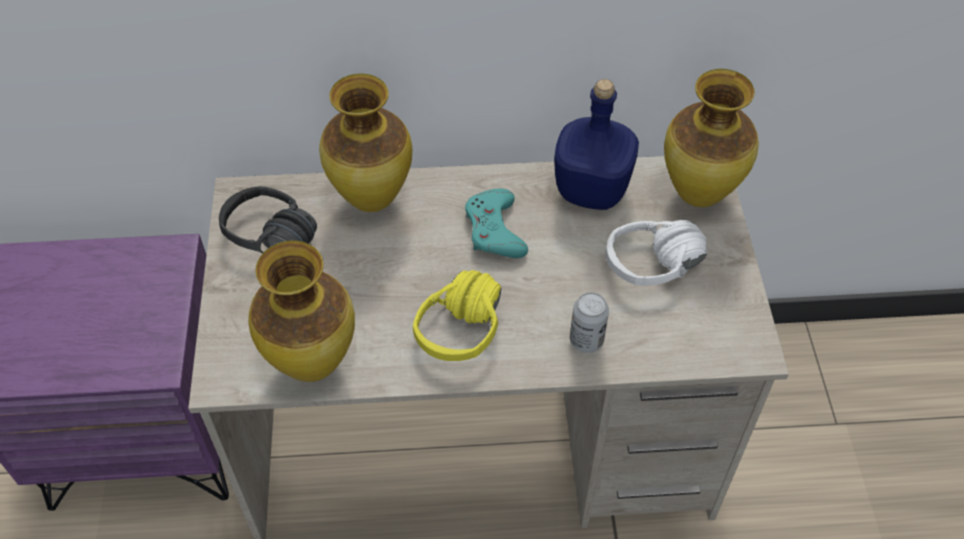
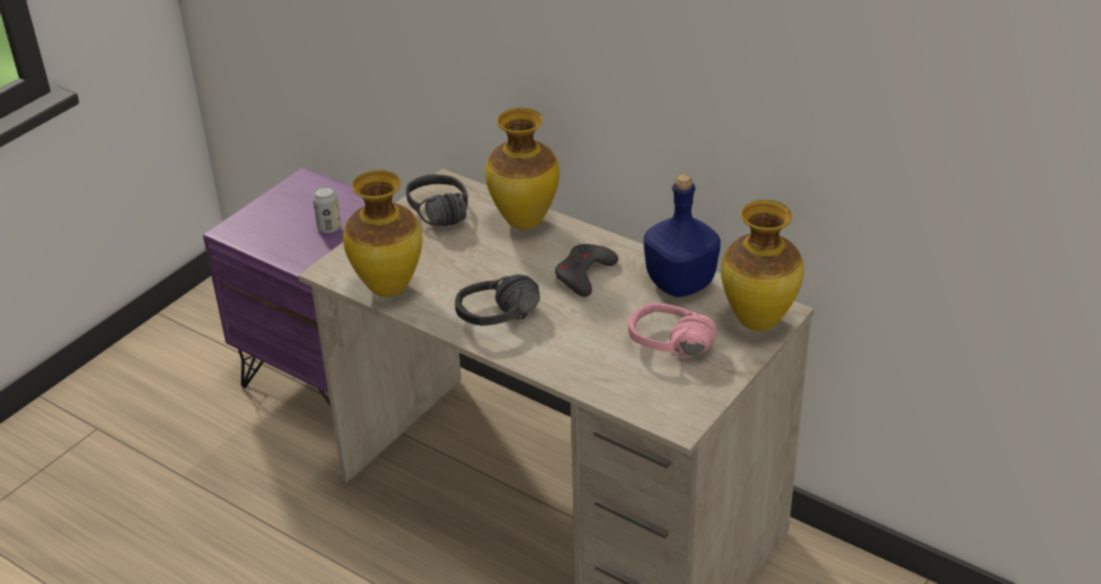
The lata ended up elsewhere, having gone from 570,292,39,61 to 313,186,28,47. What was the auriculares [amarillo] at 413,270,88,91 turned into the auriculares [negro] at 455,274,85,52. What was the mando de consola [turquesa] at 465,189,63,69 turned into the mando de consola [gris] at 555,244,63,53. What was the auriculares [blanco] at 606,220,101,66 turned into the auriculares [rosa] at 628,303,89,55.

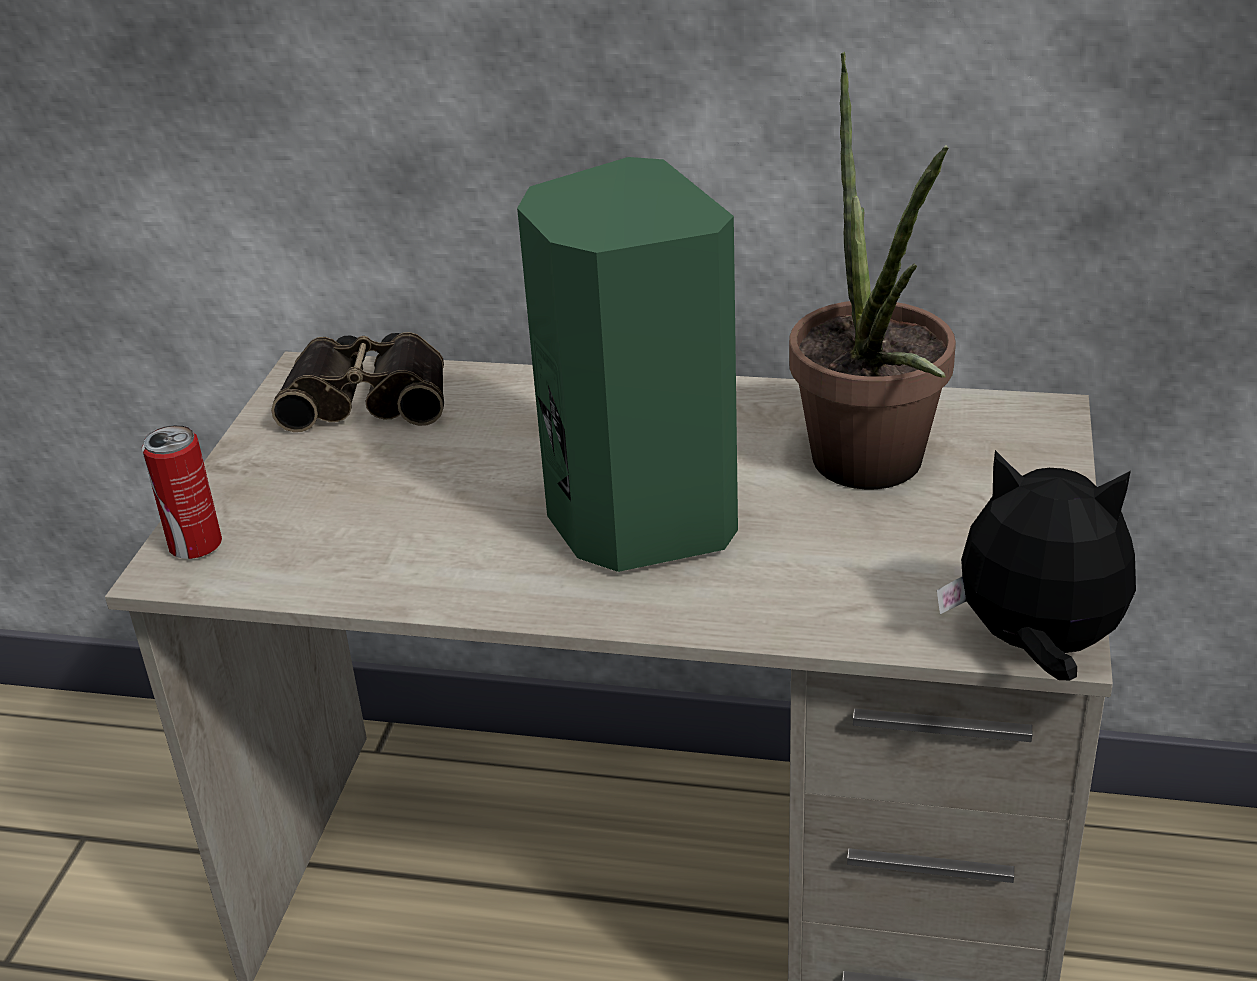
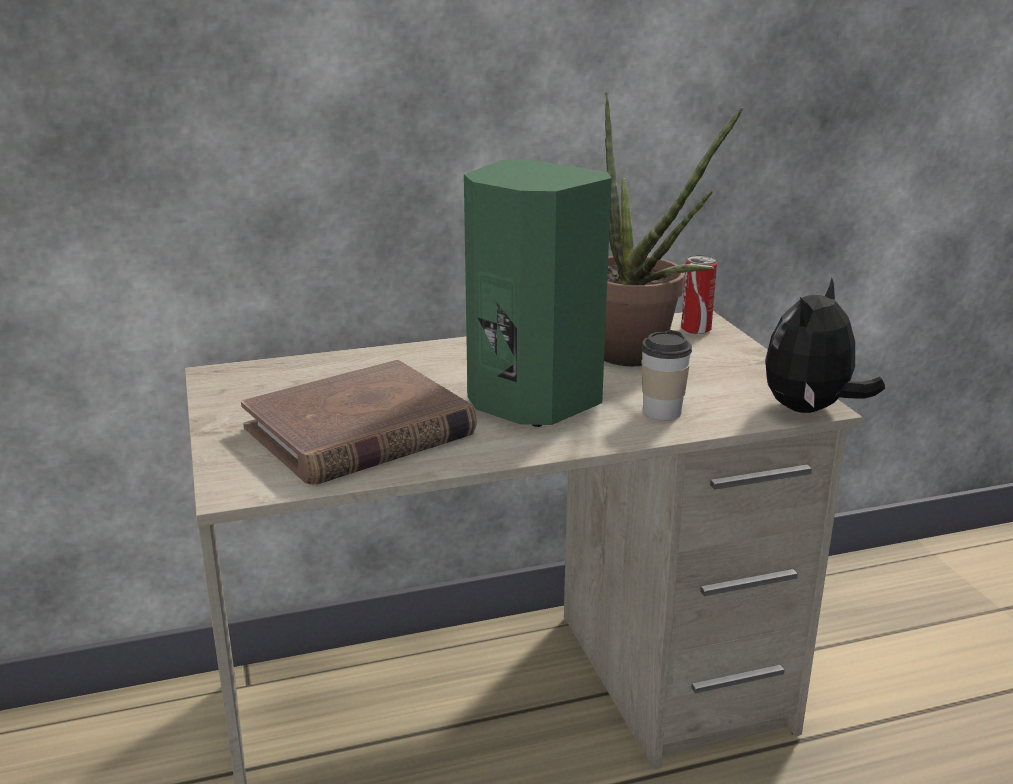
The second view gained the libro [marrón] at 241,360,235,125. The second view gained the taza at 641,330,51,90. The lata ended up elsewhere, having gone from 142,425,80,134 to 681,255,36,79. The peluche at 937,450,199,230 ended up facing another way, 45 degrees counterclockwise from before. The second view lost the prismáticos at 271,332,173,100.

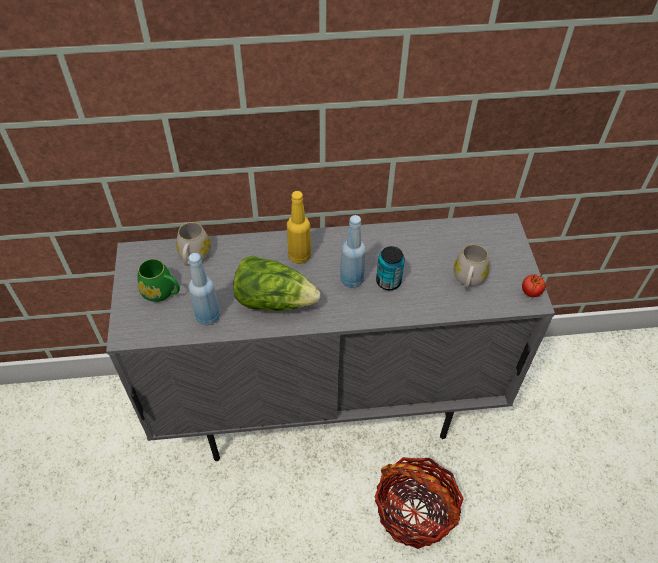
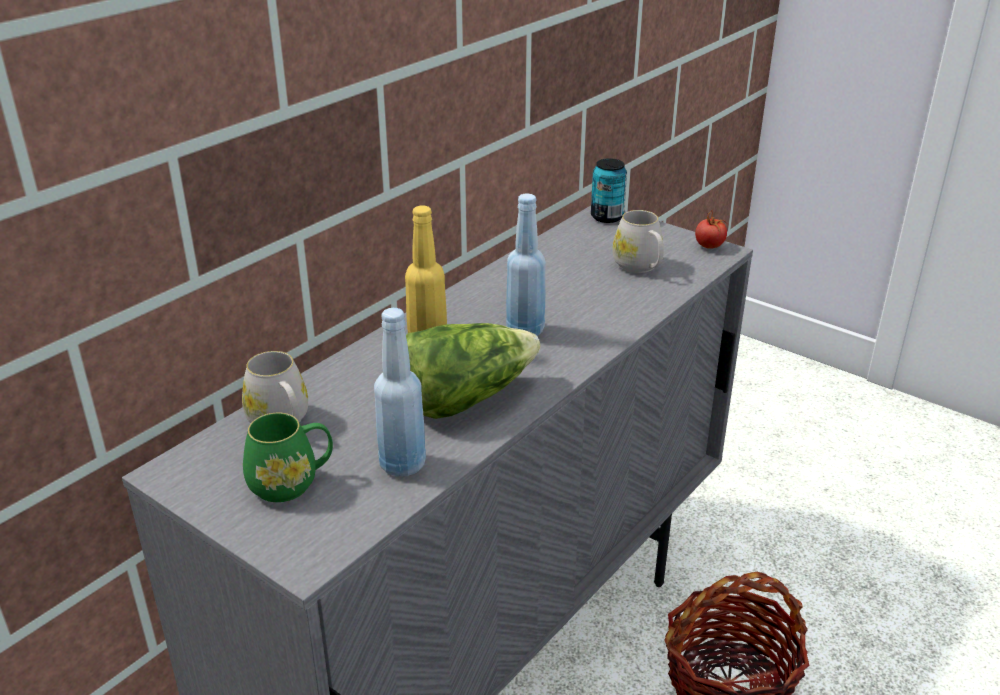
The lata ended up elsewhere, having gone from 376,246,29,44 to 591,158,36,65.

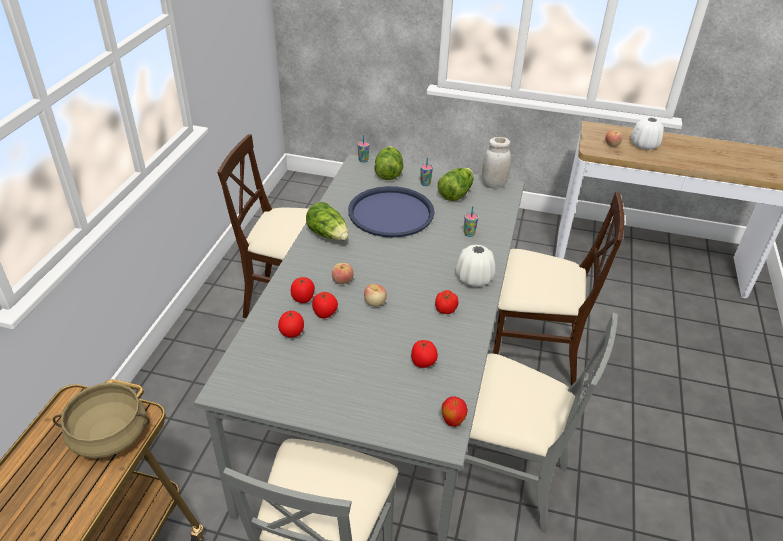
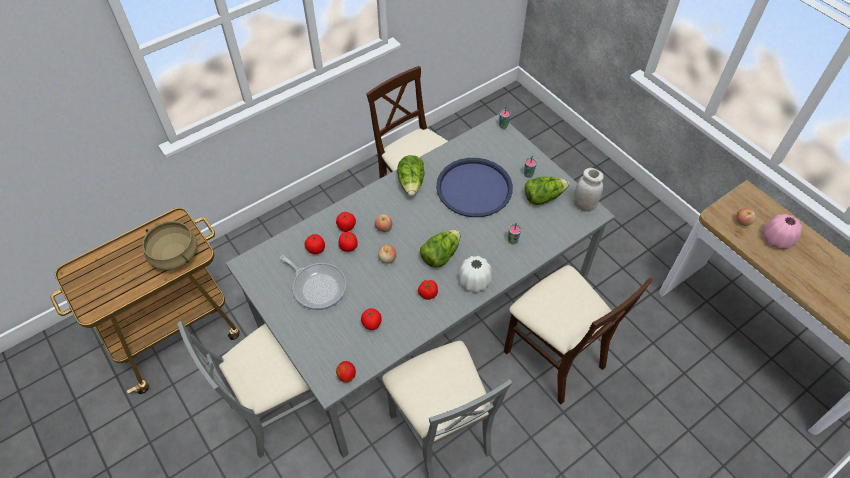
The second view gained the sartén at 280,255,66,55. The lechuga ended up elsewhere, having gone from 375,146,28,34 to 420,230,41,38. What was the florero [blanco] at 631,117,33,33 turned into the florero [rosa] at 763,214,39,35.

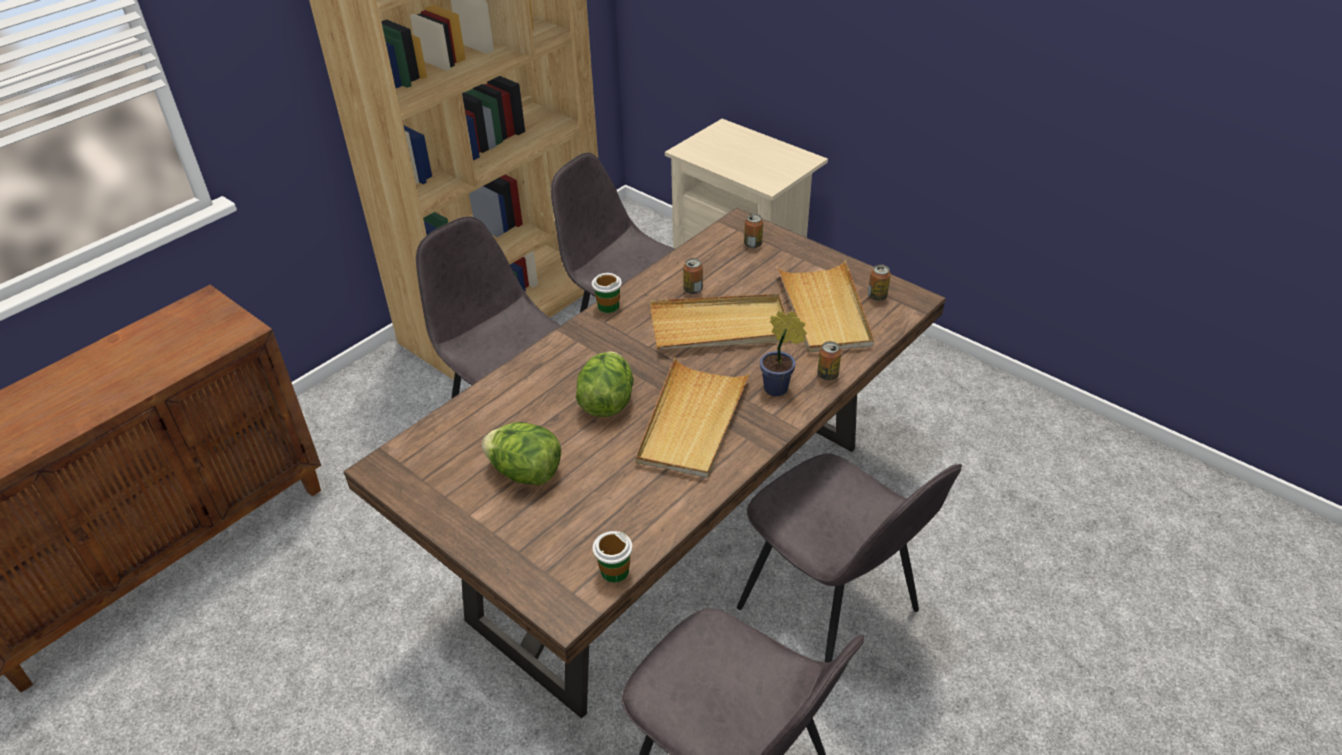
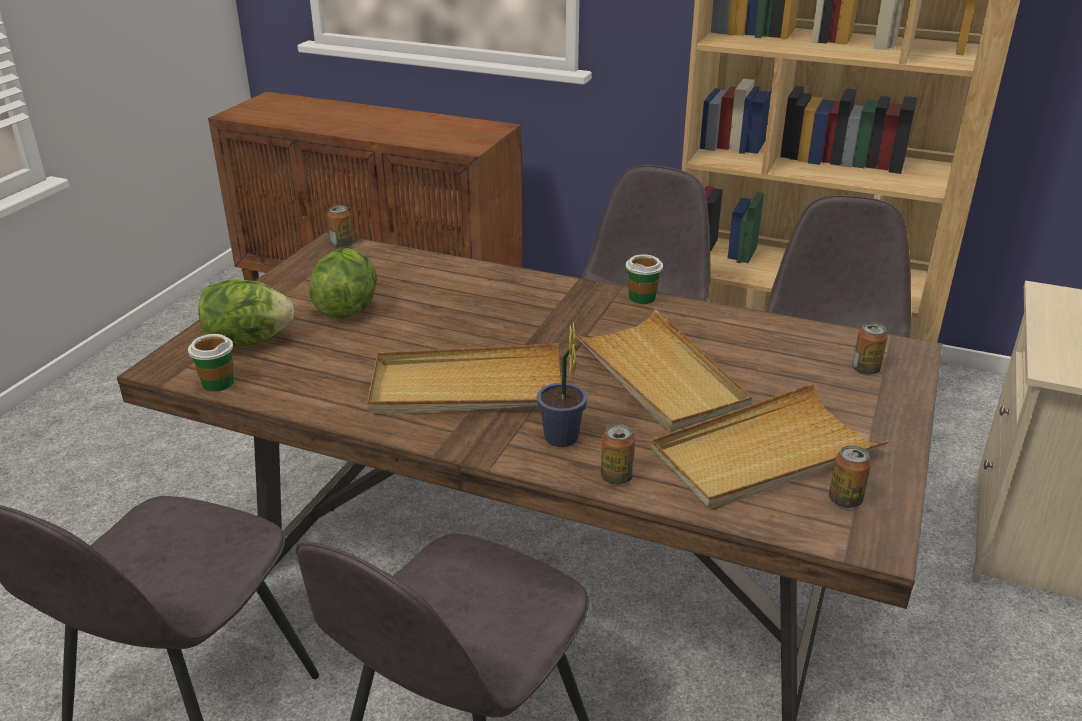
The lechuga ended up elsewhere, having gone from 576,351,57,66 to 199,279,95,68. The lata ended up elsewhere, having gone from 683,258,20,36 to 327,205,26,43.

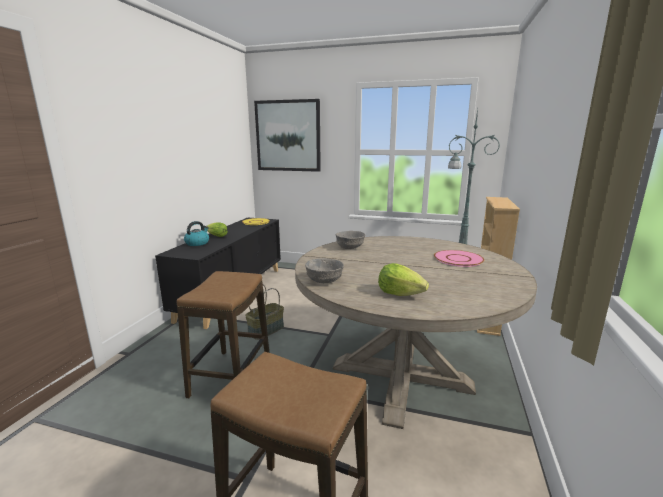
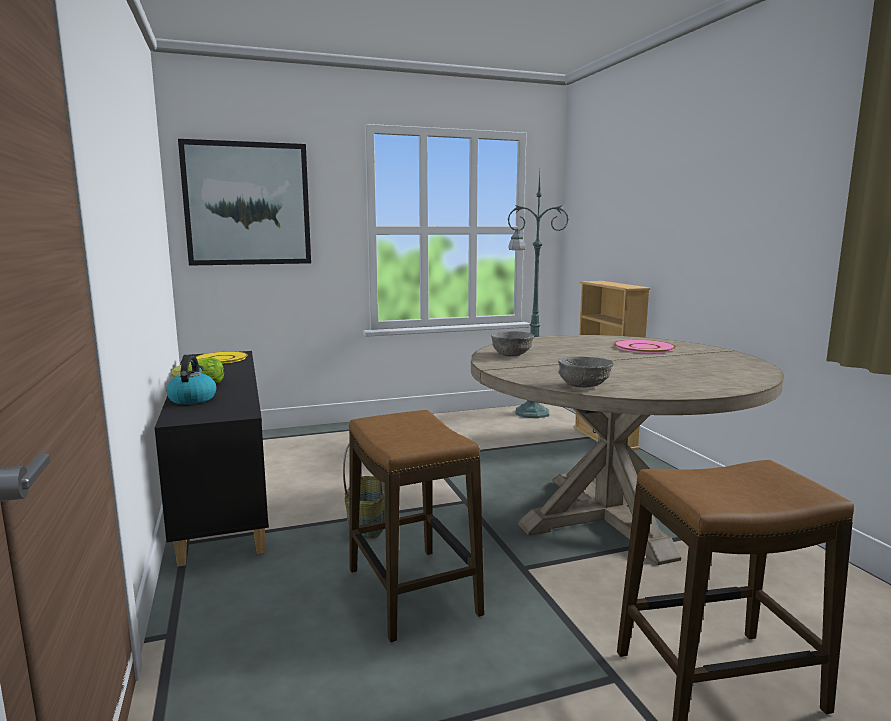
The second view lost the lechuga at 378,263,51,33.

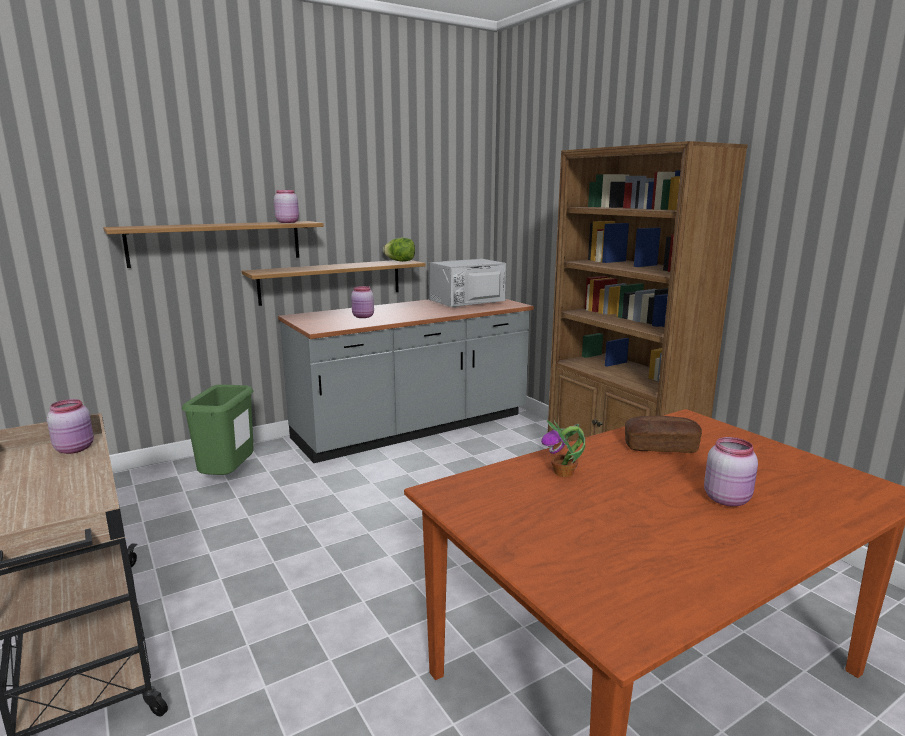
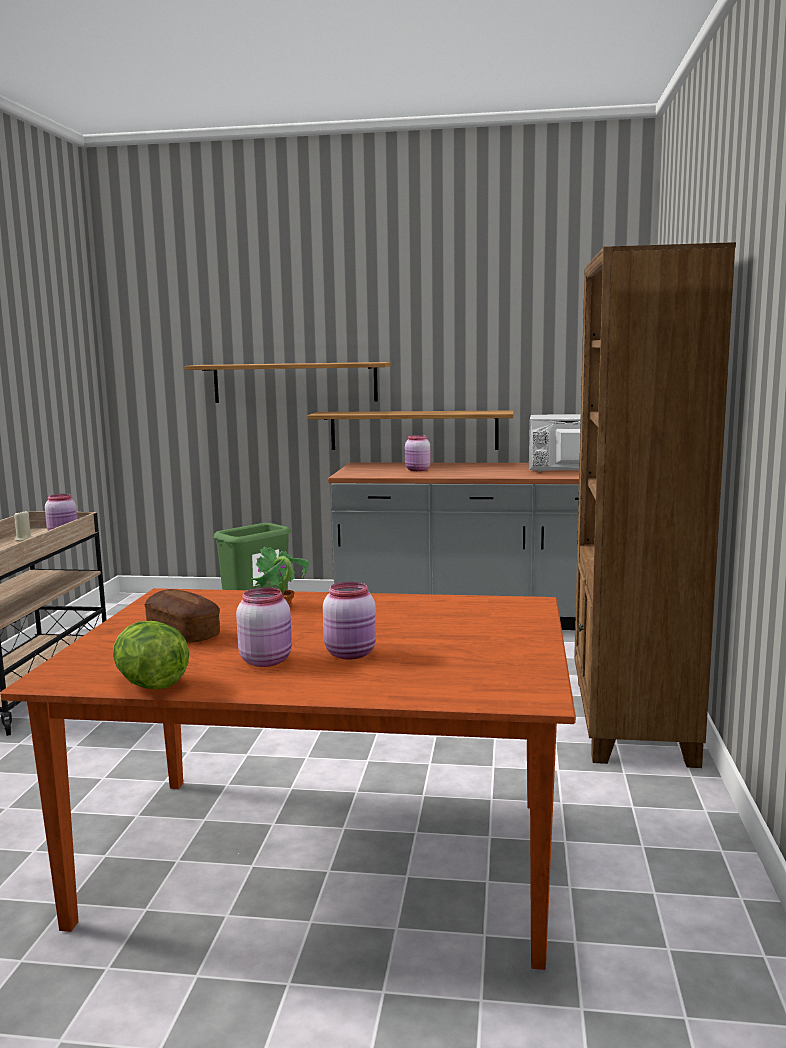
The second view gained the vela [beis] at 14,510,18,31. The lechuga ended up elsewhere, having gone from 383,238,32,24 to 113,621,76,68. The pan ended up elsewhere, having gone from 625,416,77,37 to 144,589,76,54. The tarro [rosa] ended up elsewhere, having gone from 274,190,25,33 to 236,587,56,80.

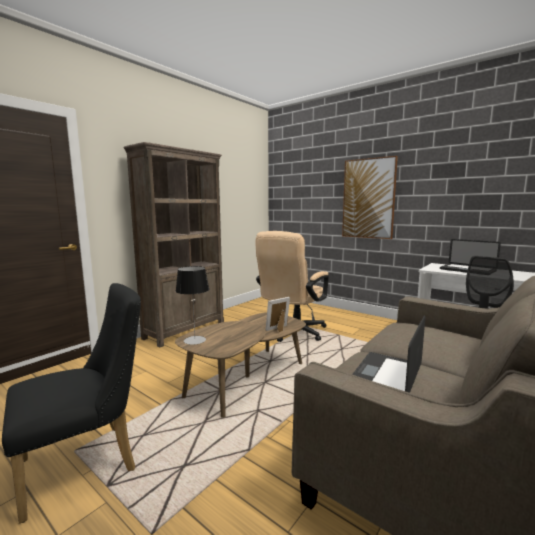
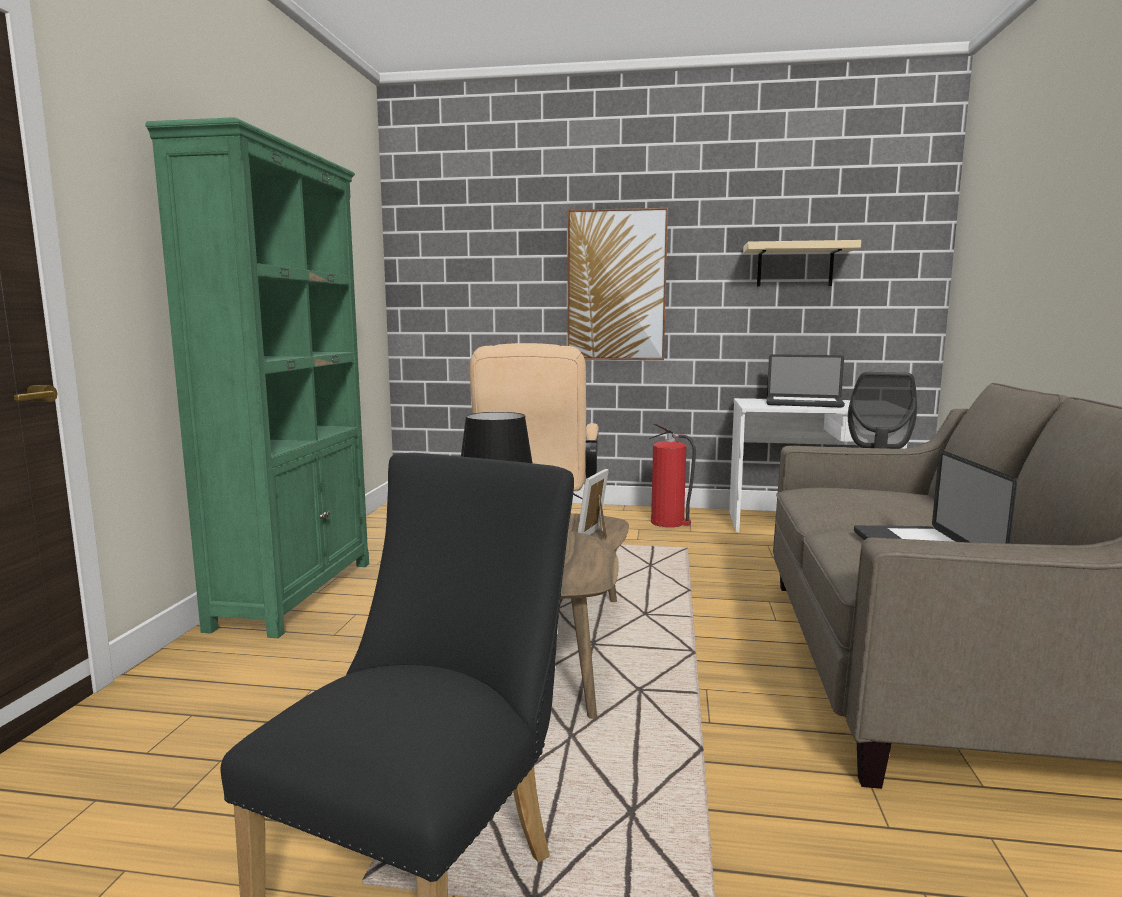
What was the estantería [marrón] at 124,142,100,205 turned into the estantería [verde] at 145,117,224,521. The second view gained the extintor at 650,423,46,104. The second view gained the estante [beis] at 743,240,118,47.

